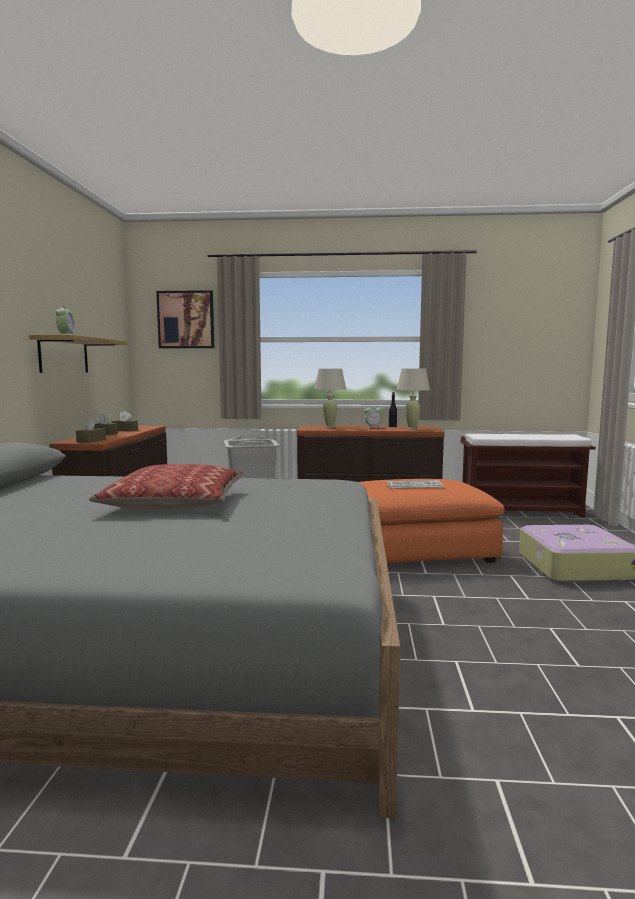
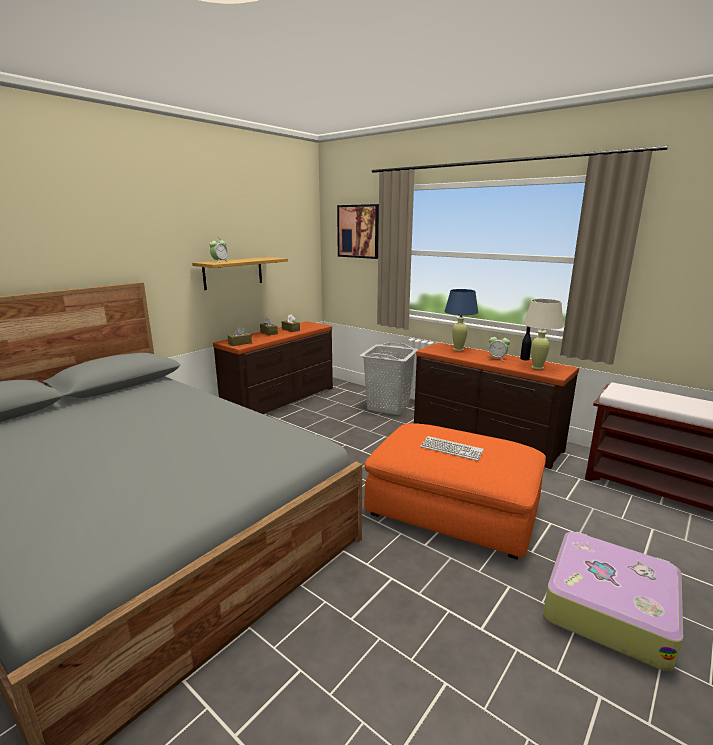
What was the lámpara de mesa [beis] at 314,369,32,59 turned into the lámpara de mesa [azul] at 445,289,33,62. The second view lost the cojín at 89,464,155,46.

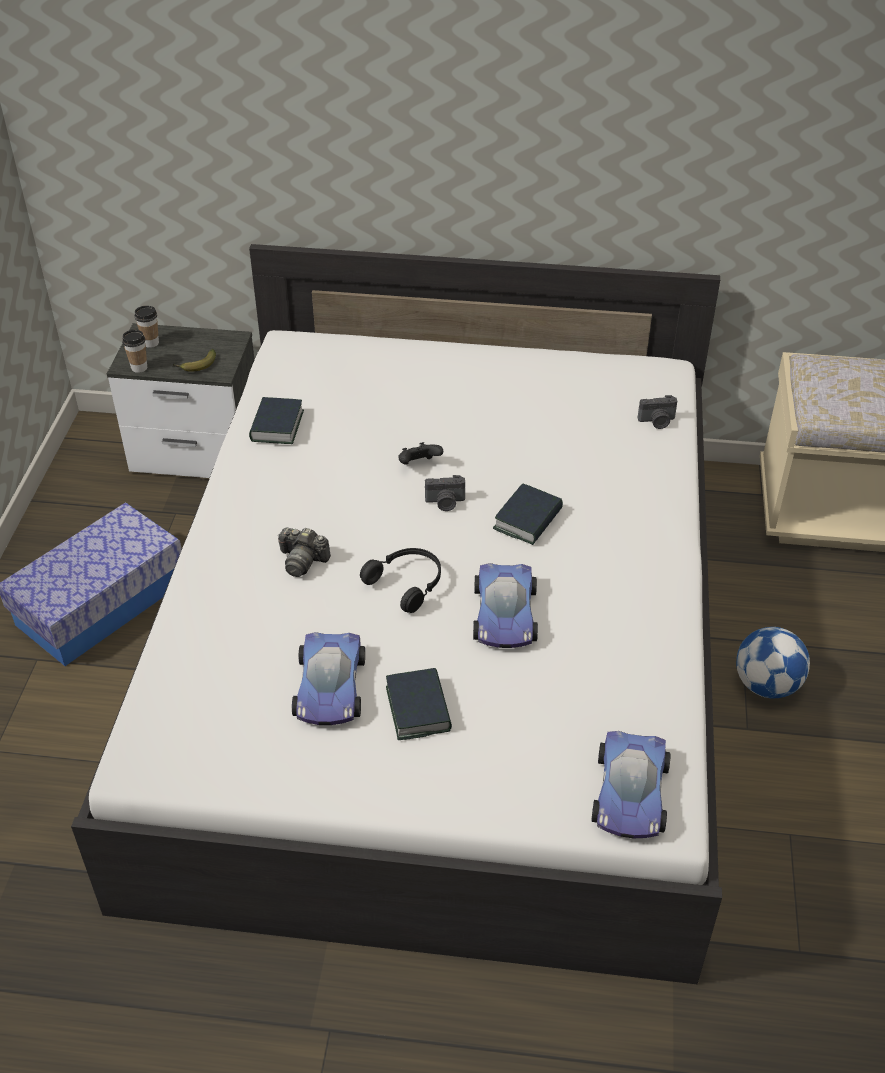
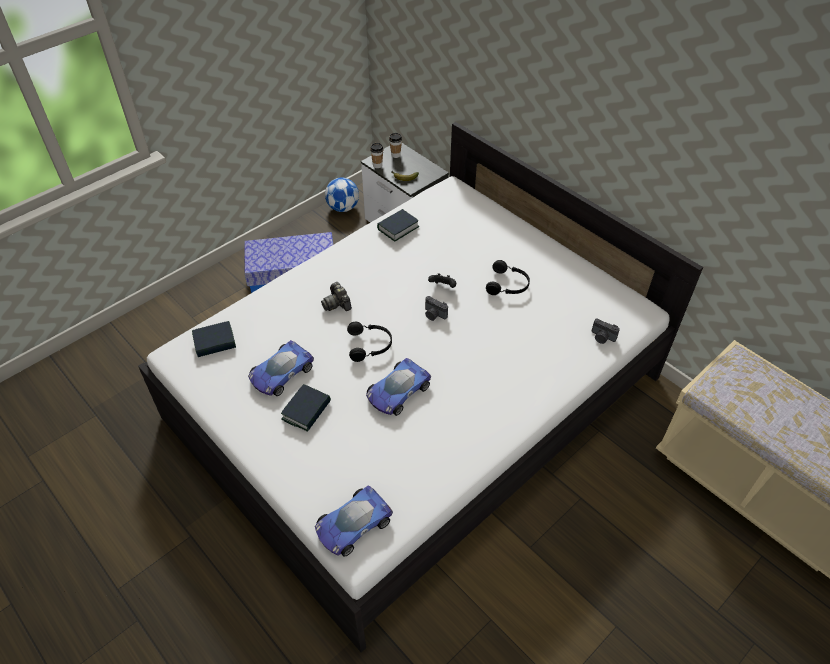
The libro ended up elsewhere, having gone from 493,484,70,61 to 192,321,44,36. The balón de fútbol ended up elsewhere, having gone from 736,627,74,71 to 325,177,34,35. The second view gained the auriculares [negro] at 486,260,44,35.

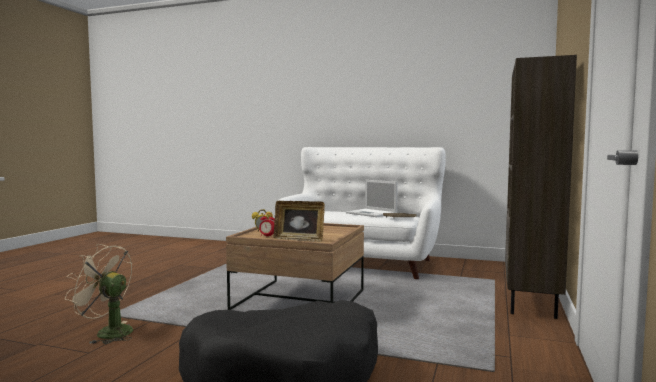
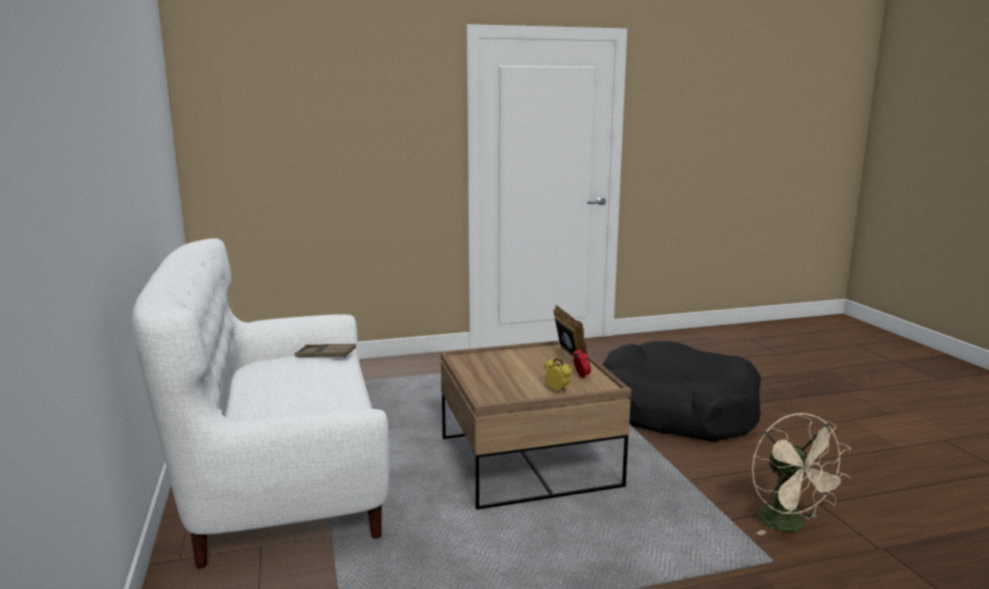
The second view lost the portátil at 346,180,52,37. The second view lost the estantería [marrón] at 505,55,72,264.

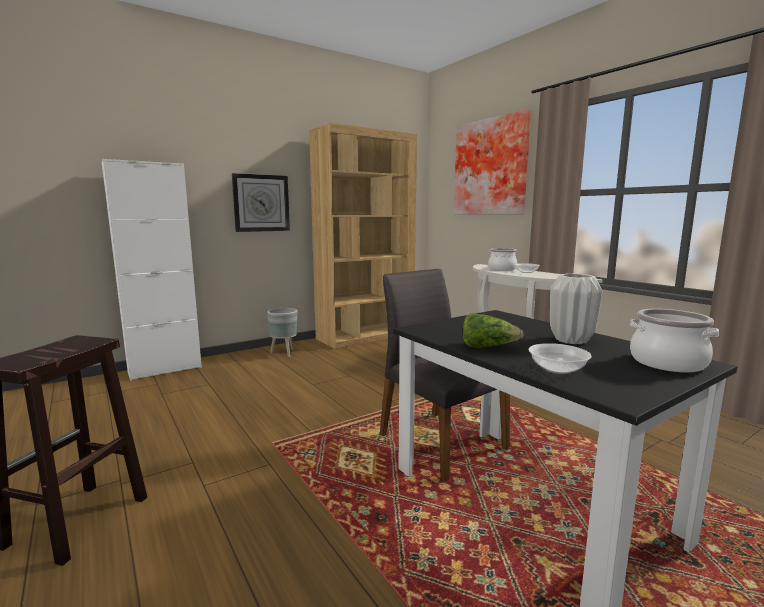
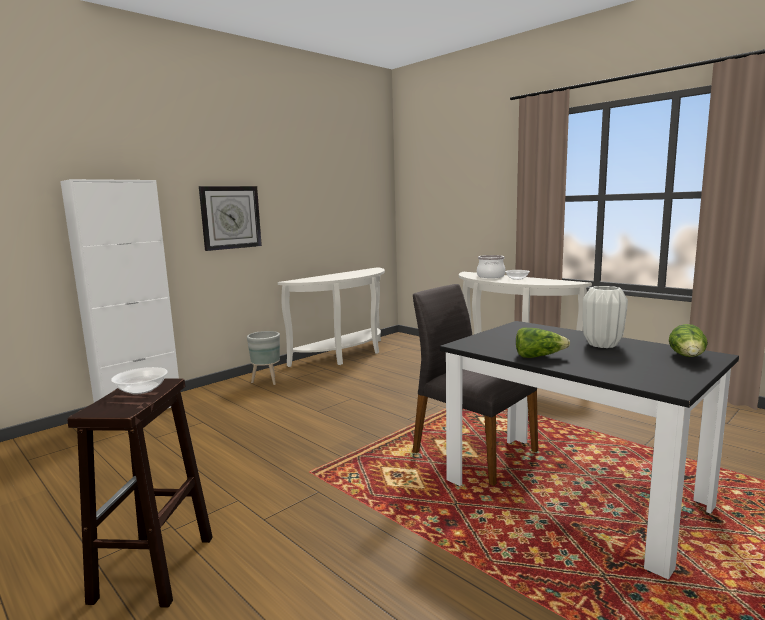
The cuenco ended up elsewhere, having gone from 529,343,63,31 to 111,367,56,27. Where the estantería [marrón] stood at 309,123,108,226, the mesa consola [blanco] came to stand at 278,267,107,100. Where the olla stood at 630,309,89,64, the lechuga came to stand at 669,324,39,33. The second view lost the cuadro at 454,109,77,105.

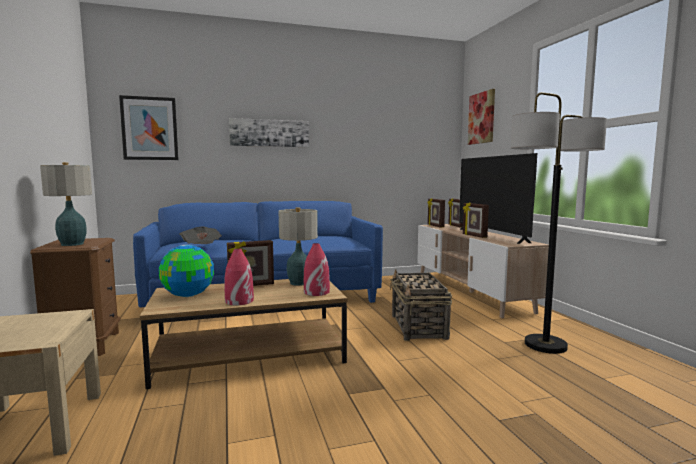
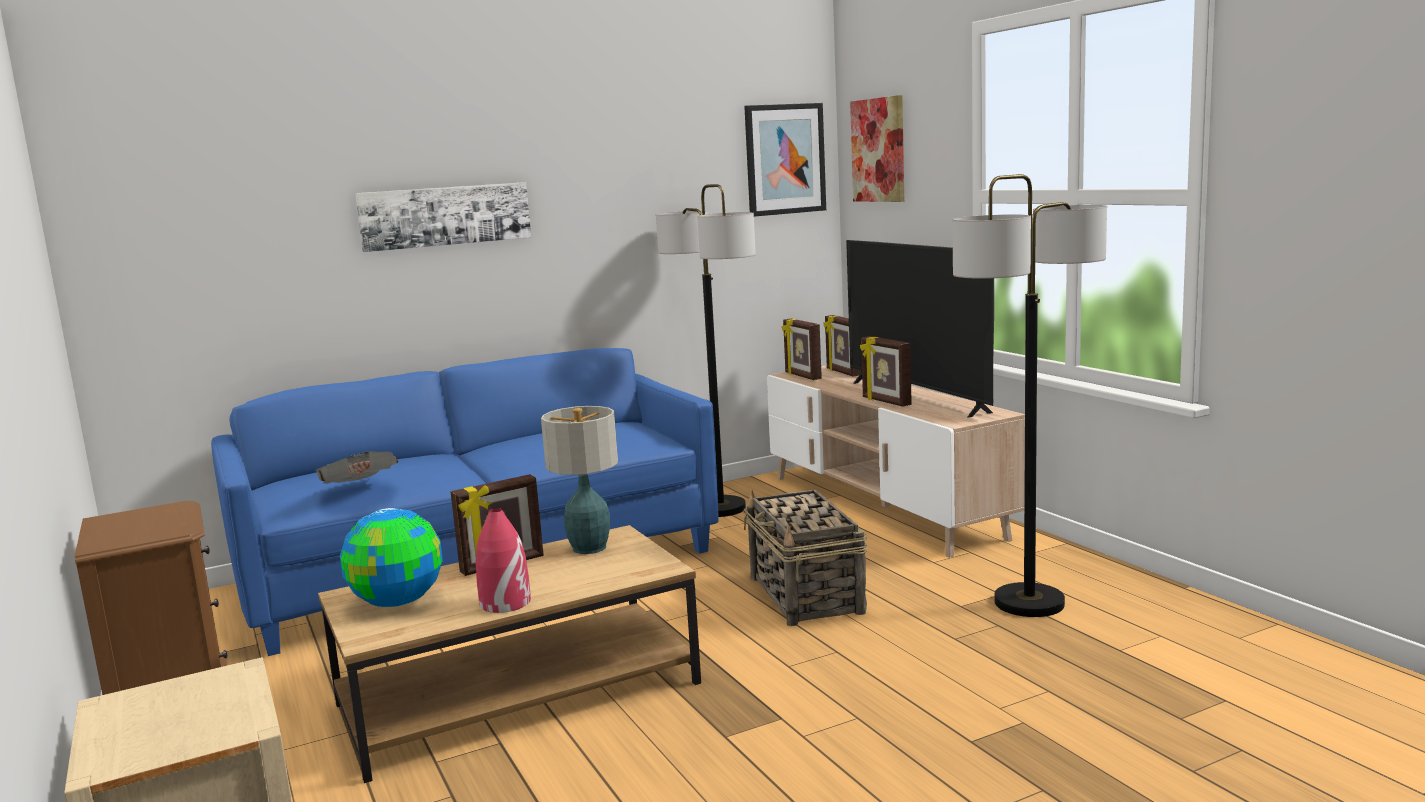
The second view gained the lámpara de pie at 656,184,100,333. The cuadro ended up elsewhere, having gone from 119,95,60,65 to 744,103,82,114. The second view lost the lámpara de mesa at 40,162,52,84. The second view lost the florero [rojo] at 304,243,26,53.

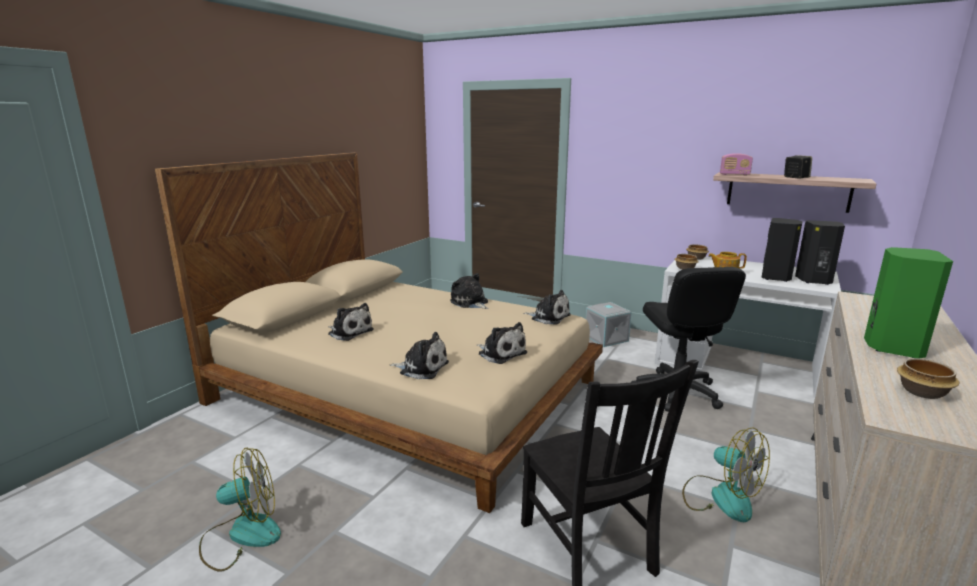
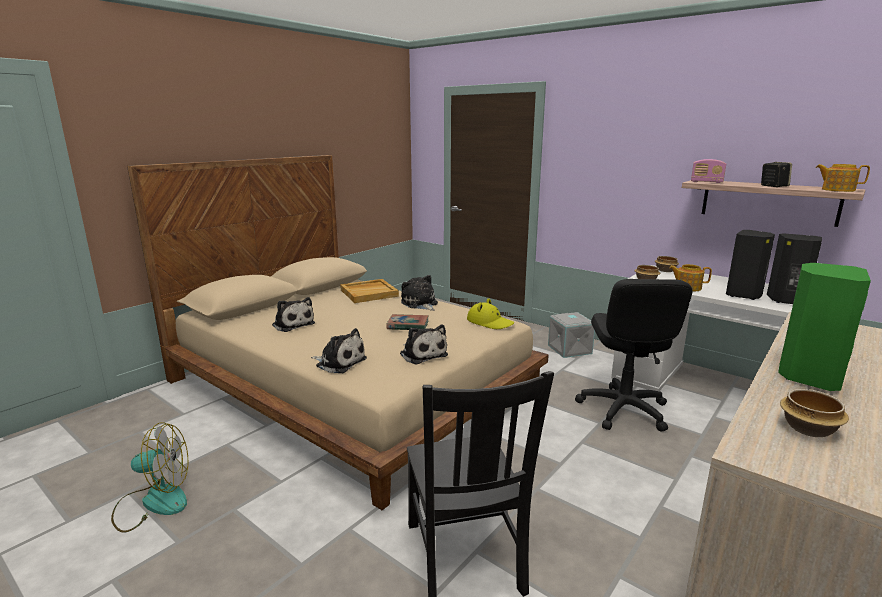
The second view gained the bandeja [beis] at 340,279,59,24. The second view gained the libro at 386,314,43,16. Where the peluche stood at 523,290,48,35, the sombrero [amarillo] came to stand at 467,298,47,31. The second view gained the tetera at 816,164,54,28. The second view lost the ventilador at 682,428,88,94.

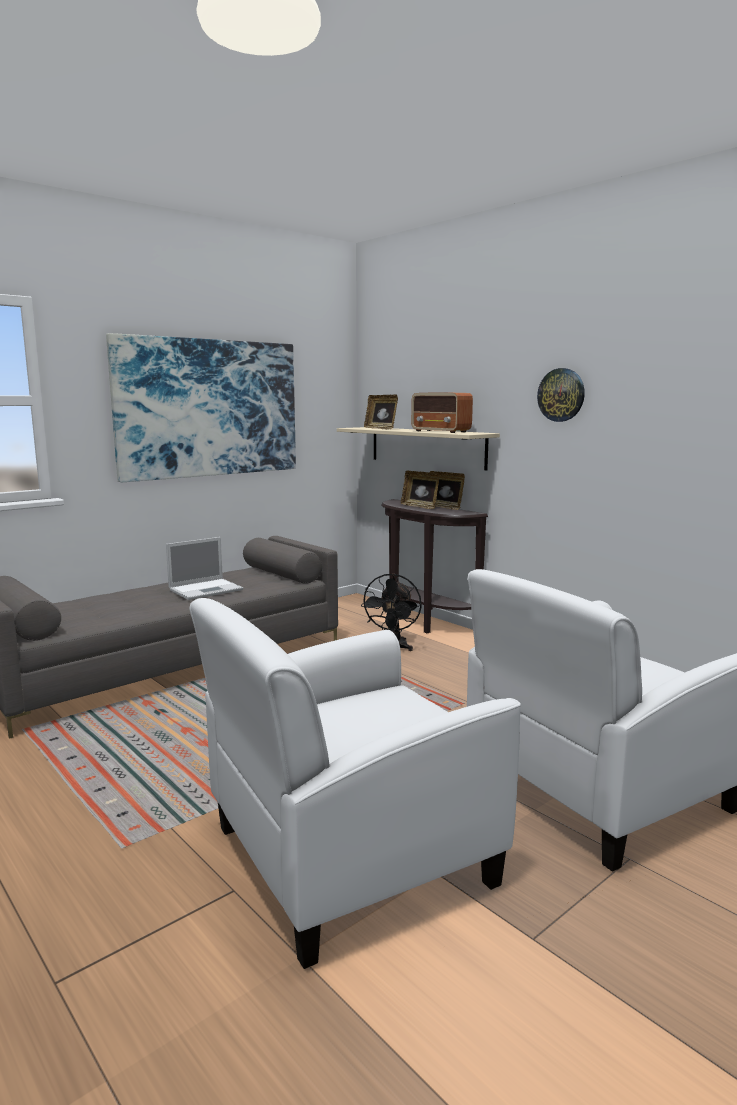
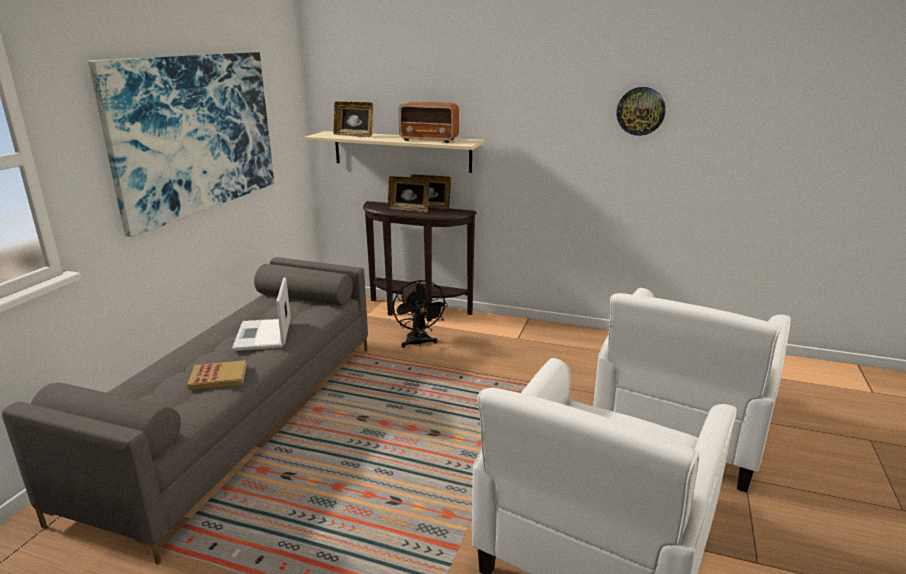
The second view gained the libro at 187,360,60,30. The portátil at 166,537,77,63 ended up facing another way, 150 degrees clockwise from before. The reloj de pared ended up elsewhere, having gone from 537,368,48,54 to 617,87,49,49.

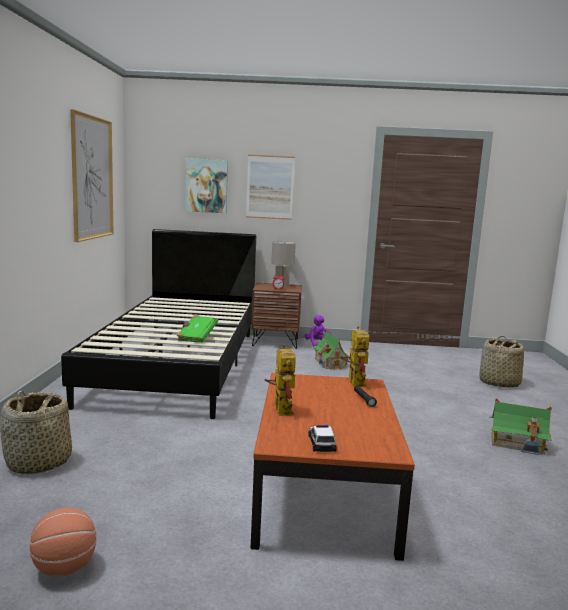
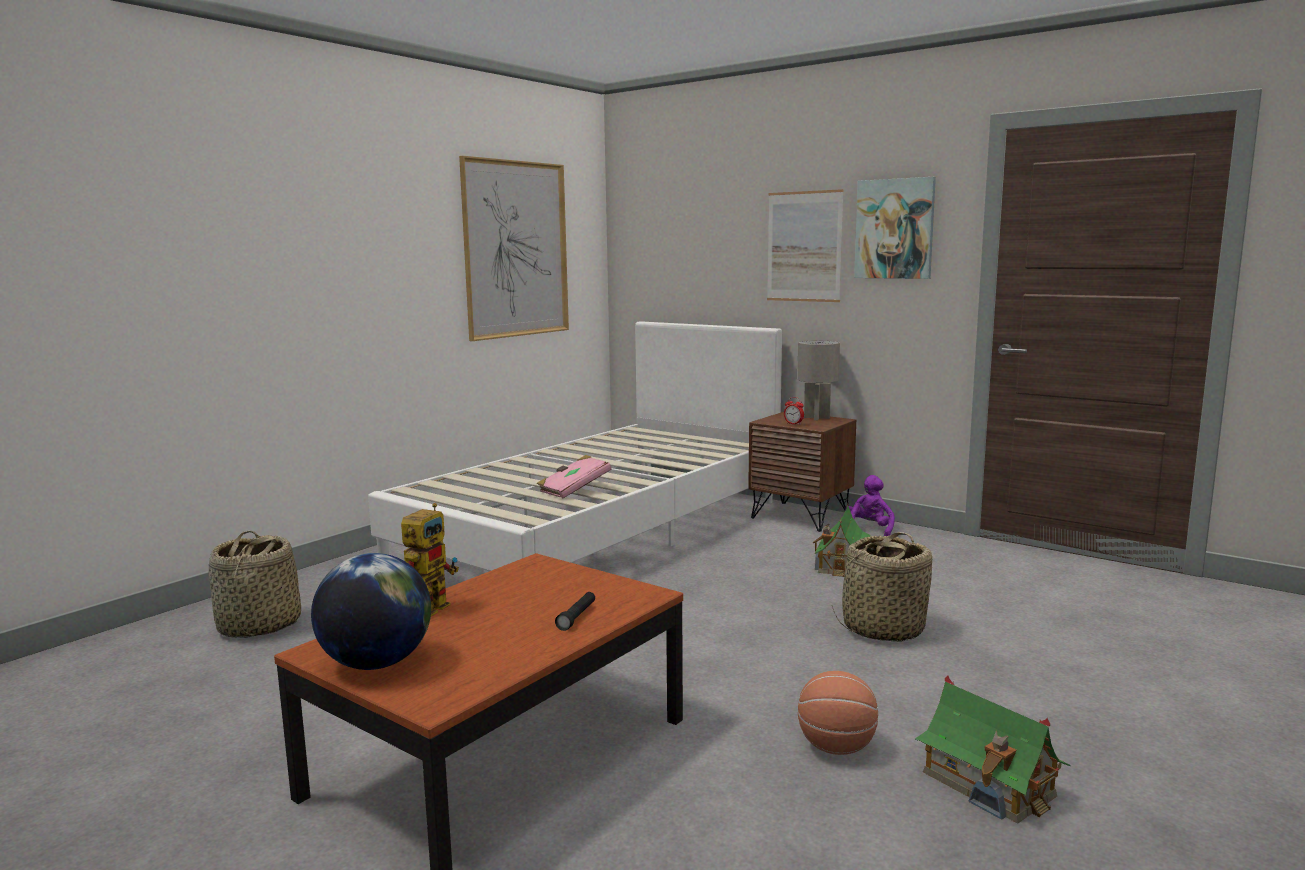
Where the coche de juguete stood at 308,425,29,27, the globo terráqueo came to stand at 311,553,120,117. What was the cama [negro] at 61,229,195,190 turned into the cama [blanco] at 368,321,414,250. What was the libro [verde] at 177,315,41,28 turned into the libro [rosa] at 537,455,75,43. The balón de baloncesto ended up elsewhere, having gone from 30,508,66,69 to 798,671,80,84. The cesta ended up elsewhere, having gone from 479,336,45,52 to 832,532,100,110. The cuadro ended up elsewhere, having gone from 185,158,43,55 to 854,177,82,102. The second view lost the robot de juguete at 340,326,29,61.

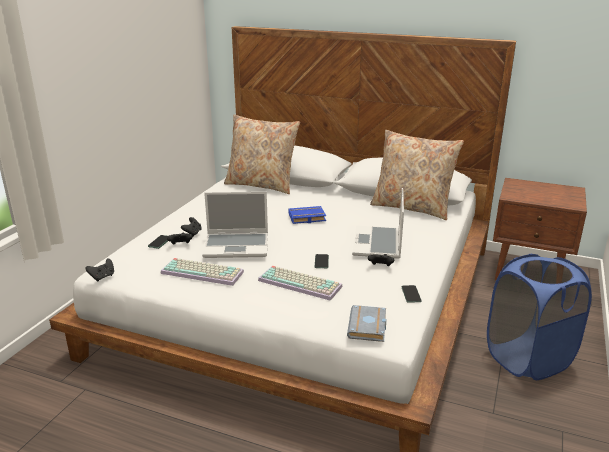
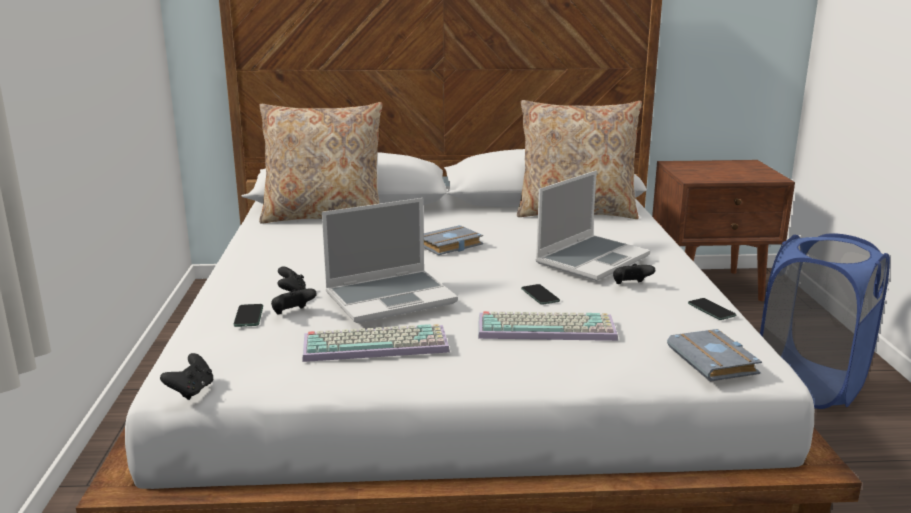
What was the libro [azul] at 288,206,38,18 turned into the libro [gris] at 424,225,59,30. The portátil at 352,188,52,71 ended up facing another way, 120 degrees counterclockwise from before.

